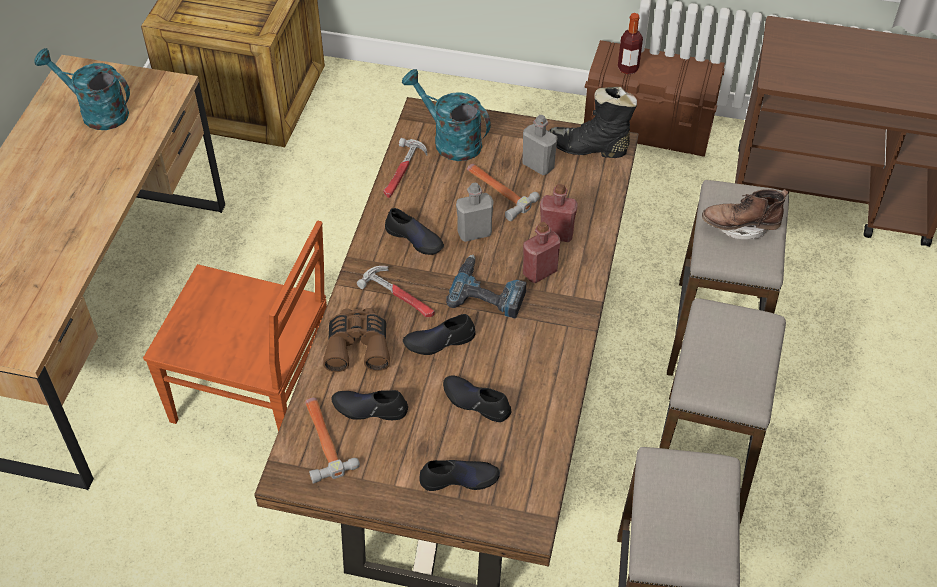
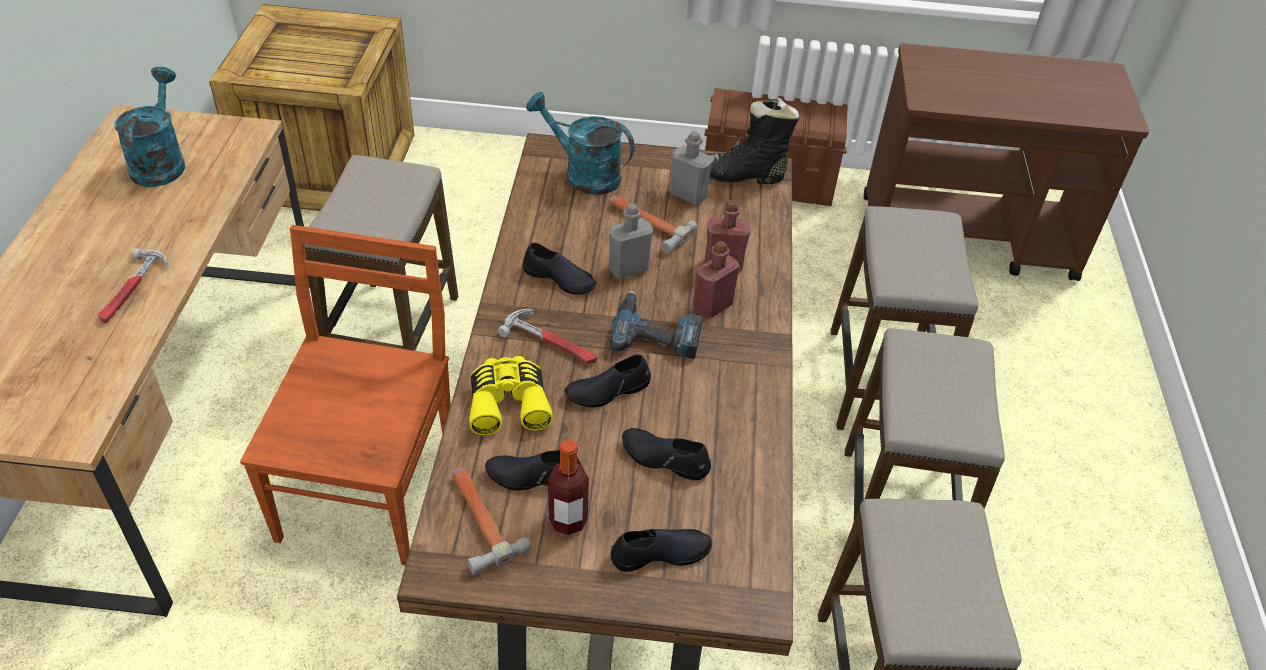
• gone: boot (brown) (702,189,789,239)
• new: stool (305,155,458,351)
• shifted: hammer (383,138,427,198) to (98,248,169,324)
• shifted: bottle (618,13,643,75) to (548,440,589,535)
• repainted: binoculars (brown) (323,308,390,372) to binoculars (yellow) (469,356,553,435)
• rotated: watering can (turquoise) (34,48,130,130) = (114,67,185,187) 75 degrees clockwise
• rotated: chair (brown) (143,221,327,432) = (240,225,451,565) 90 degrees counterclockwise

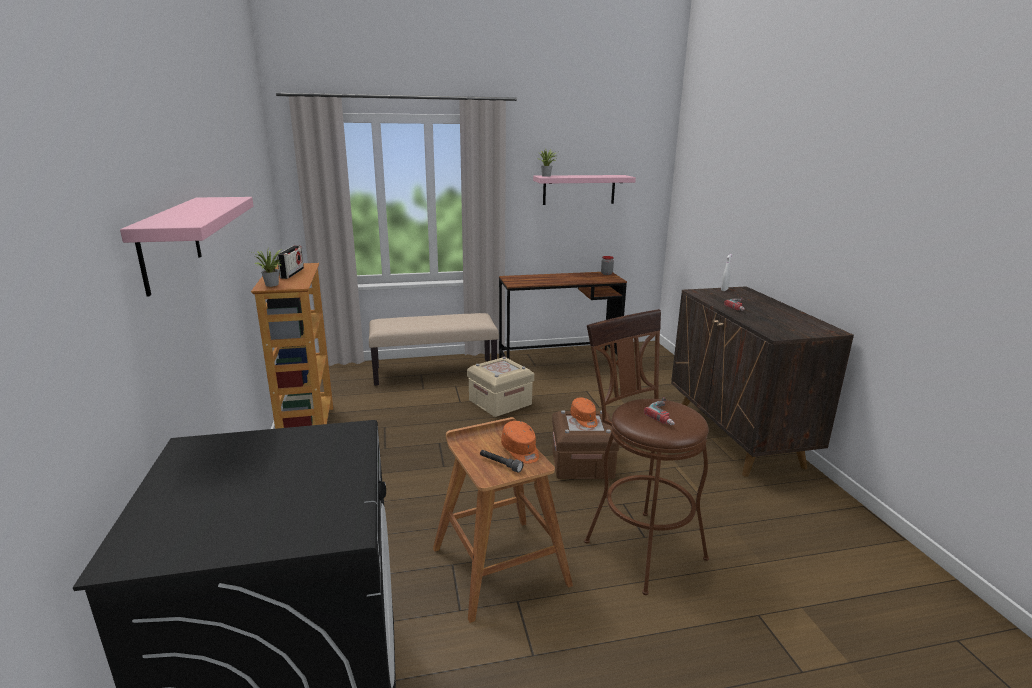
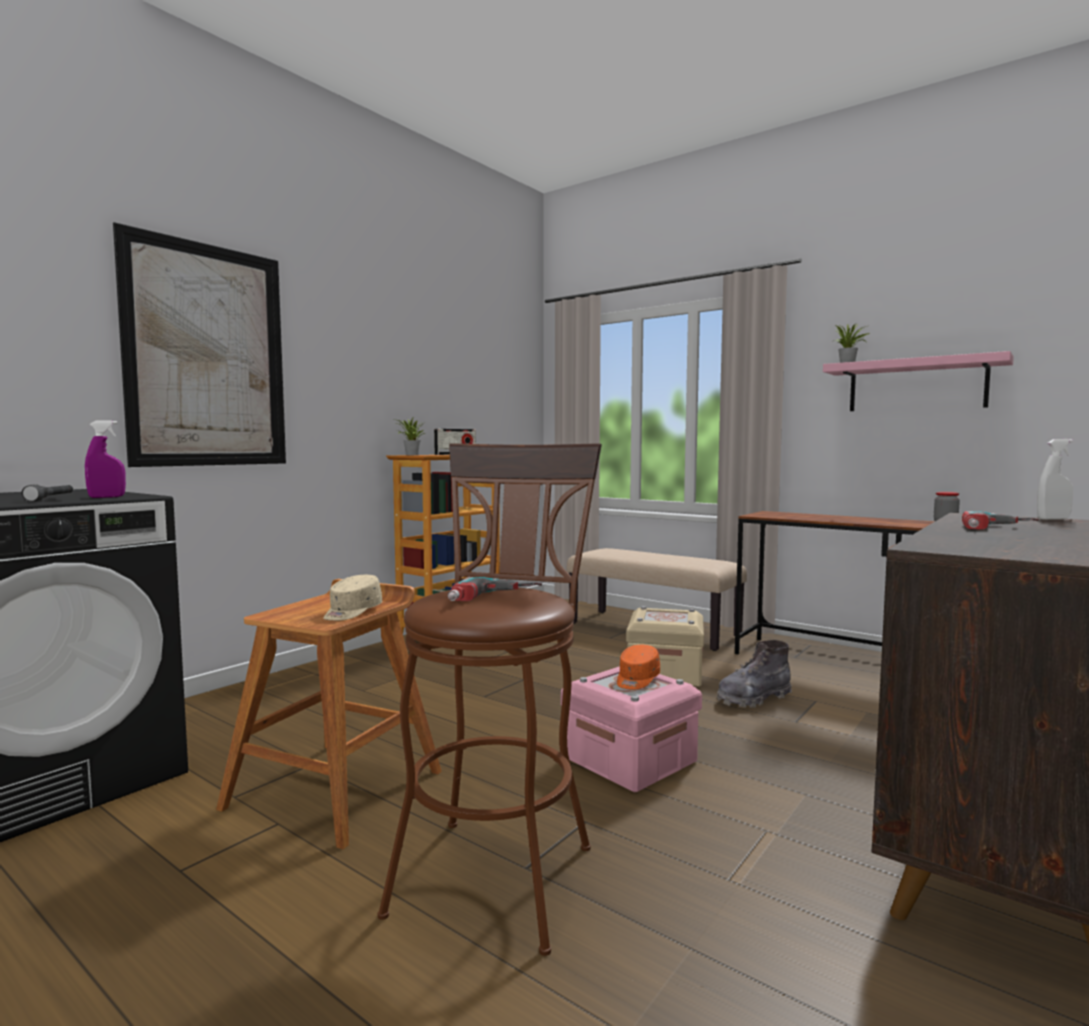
• new: spray bottle (purple) (85,420,126,498)
• new: boot (grey) (717,640,792,708)
• shifted: flashlight (grey) (480,450,523,473) to (22,484,73,501)
• swapped: shelf (pink) (120,197,253,296) to picture (113,222,286,467)
• repainted: cap (orange) (501,421,539,463) to cap (beige) (323,575,382,621)
• repainted: storage box (brown) (552,410,620,479) to storage box (pink) (561,666,702,793)

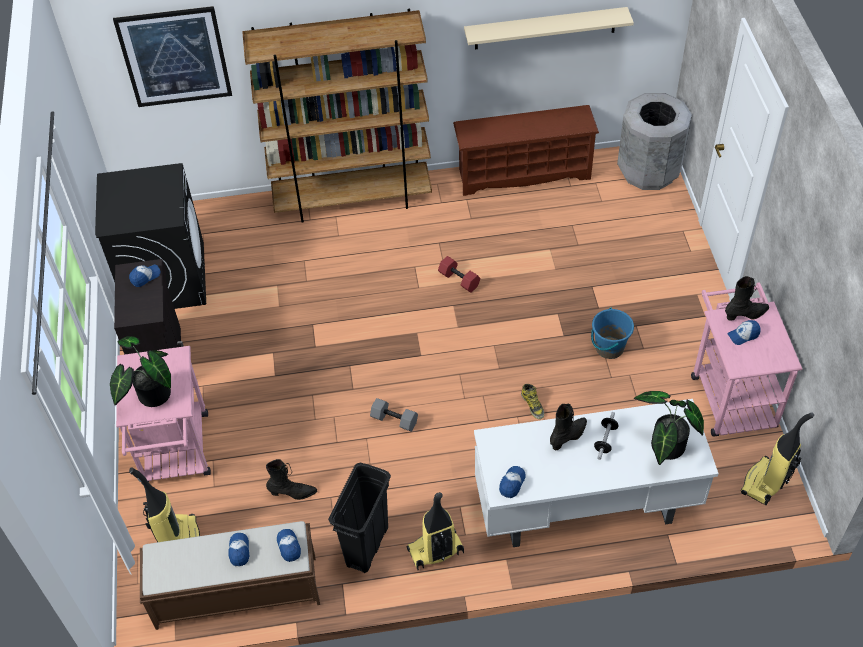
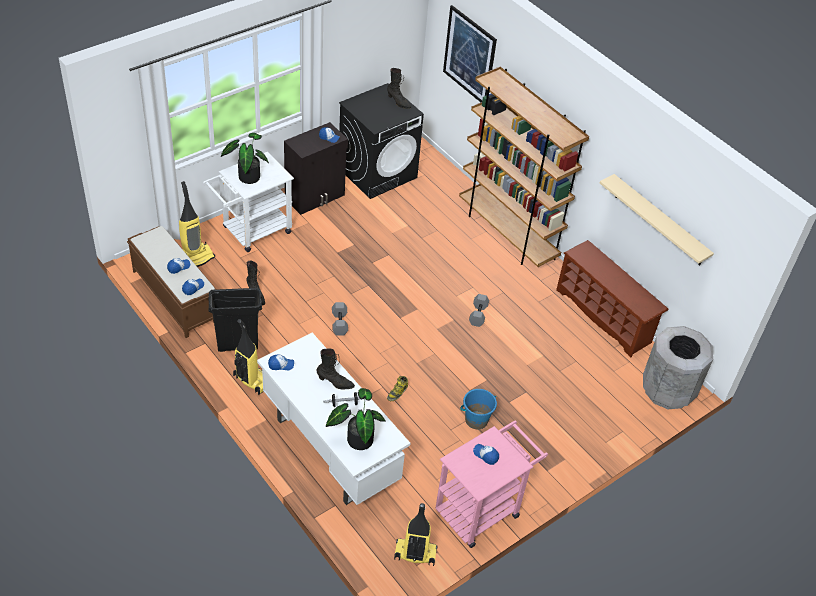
• shifted: boot (black) (725,276,769,321) to (387,68,411,109)
• repainted: cart (pink) (116,346,211,484) to cart (white) (203,152,294,252)
• repainted: dumbbell (red) (438,256,480,293) to dumbbell (grey) (469,294,489,327)

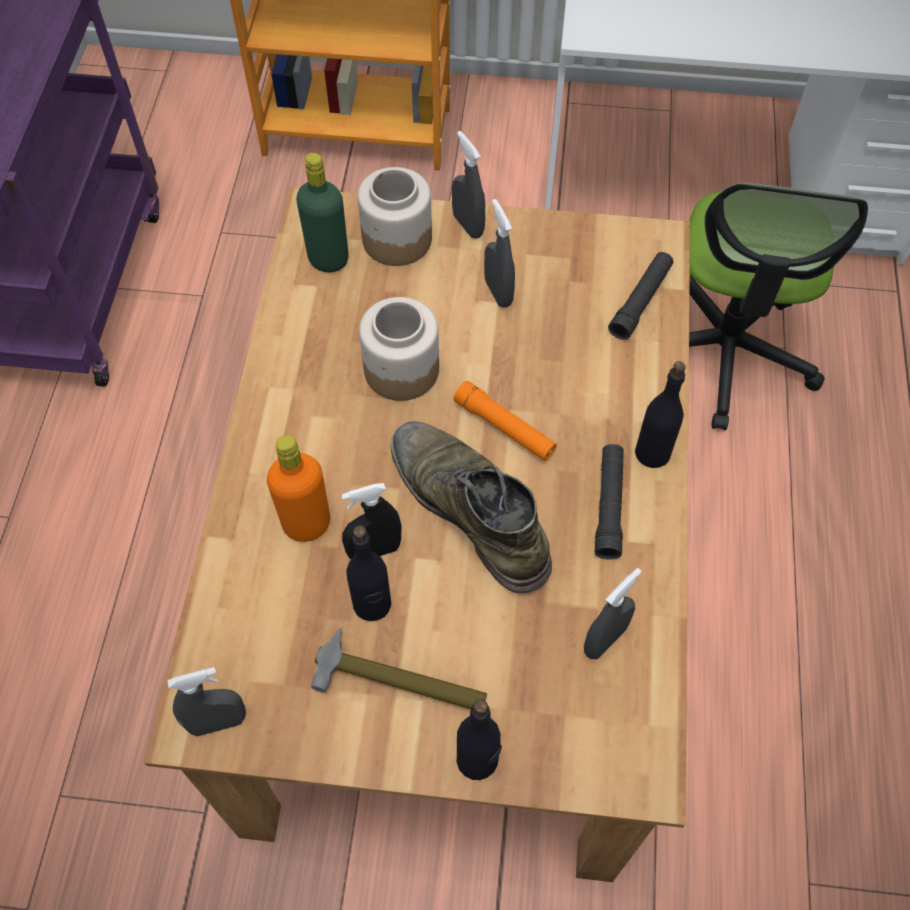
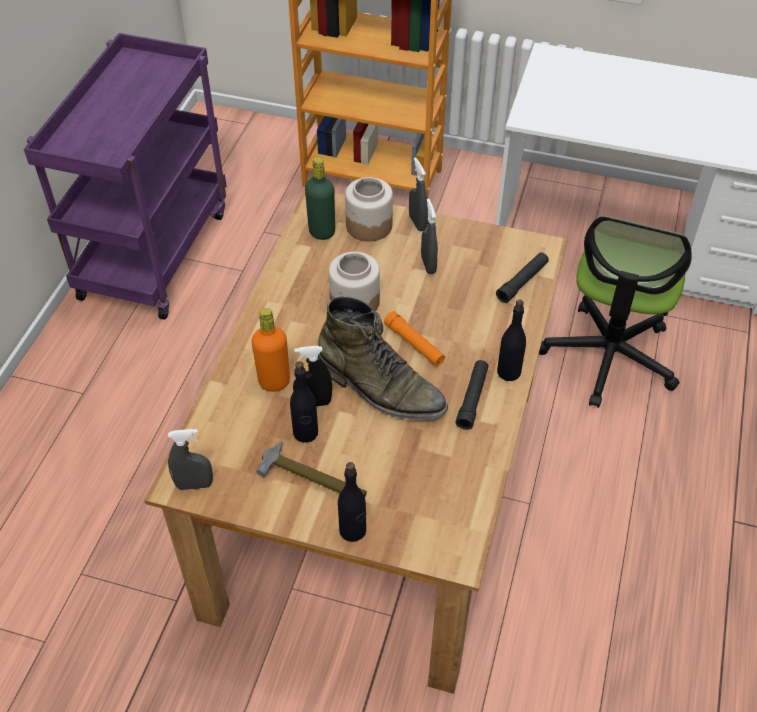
• gone: spray bottle (grey) (584,568,642,659)
• rotated: boot (green) (390,422,552,594) = (318,297,448,420) 150 degrees clockwise

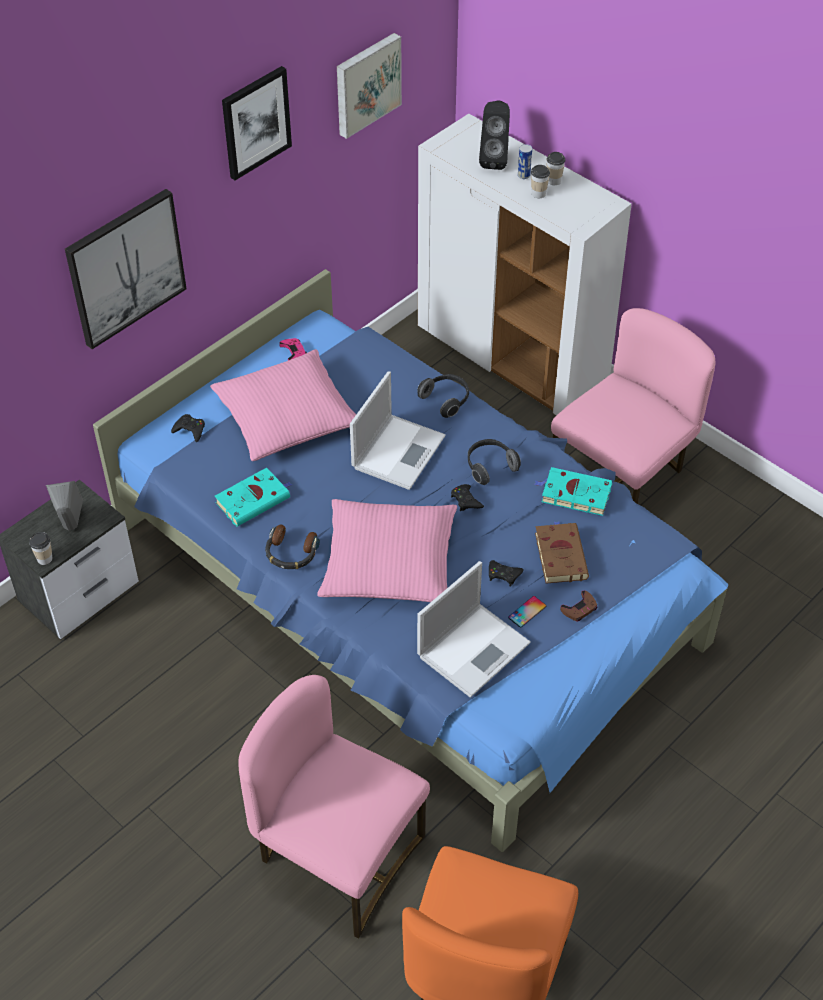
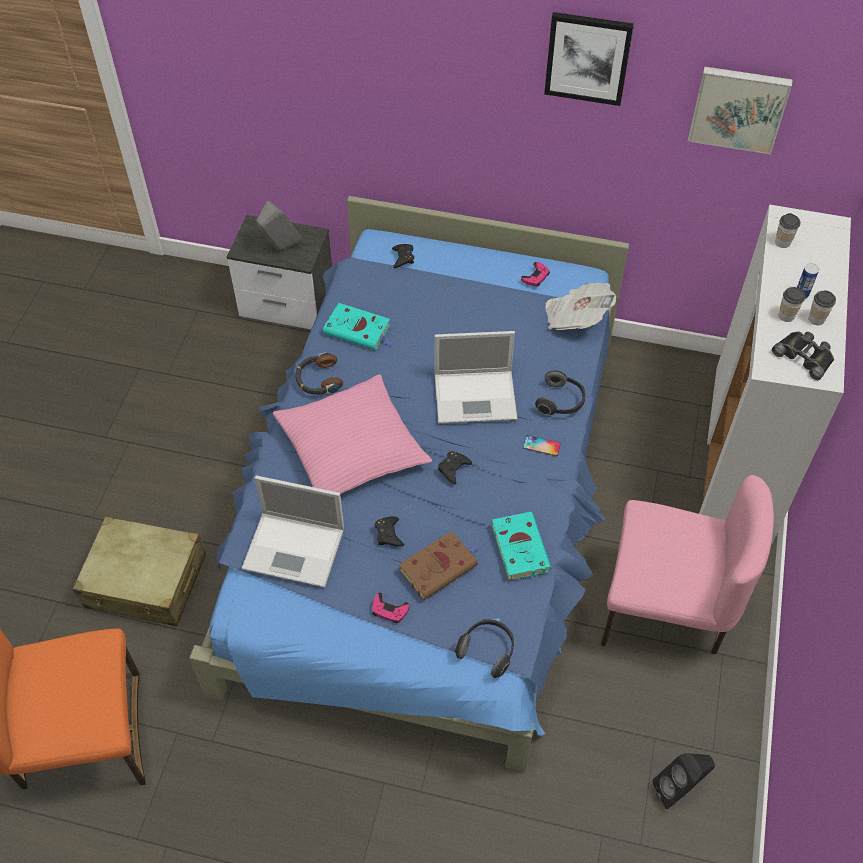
• gone: picture (65,189,187,349)
• gone: pillow (pink) (210,349,356,461)
• new: newspaper (545,283,616,330)
• new: binoculars (black) (772,331,834,380)
• shifted: cup (29,532,53,565) to (775,213,801,248)
• shifted: headphones (468,439,521,485) to (455,619,514,678)
• shifted: speaker (black) (479,101,510,170) to (653,753,715,809)
• shifted: phone (508,596,546,628) to (523,435,561,456)
• swapped: chair (pink) (238,675,430,938) to suitcase (beige) (73,517,206,626)
• repainted: game controller (brown) (560,590,598,622) to game controller (pink) (372,592,409,623)

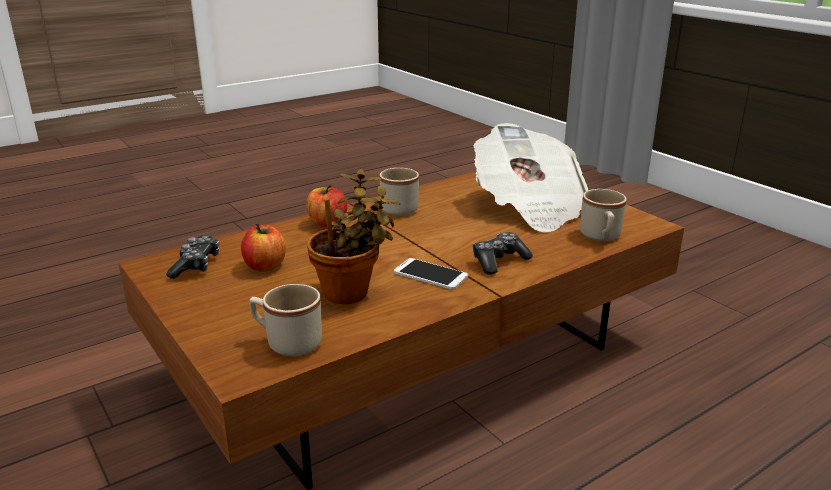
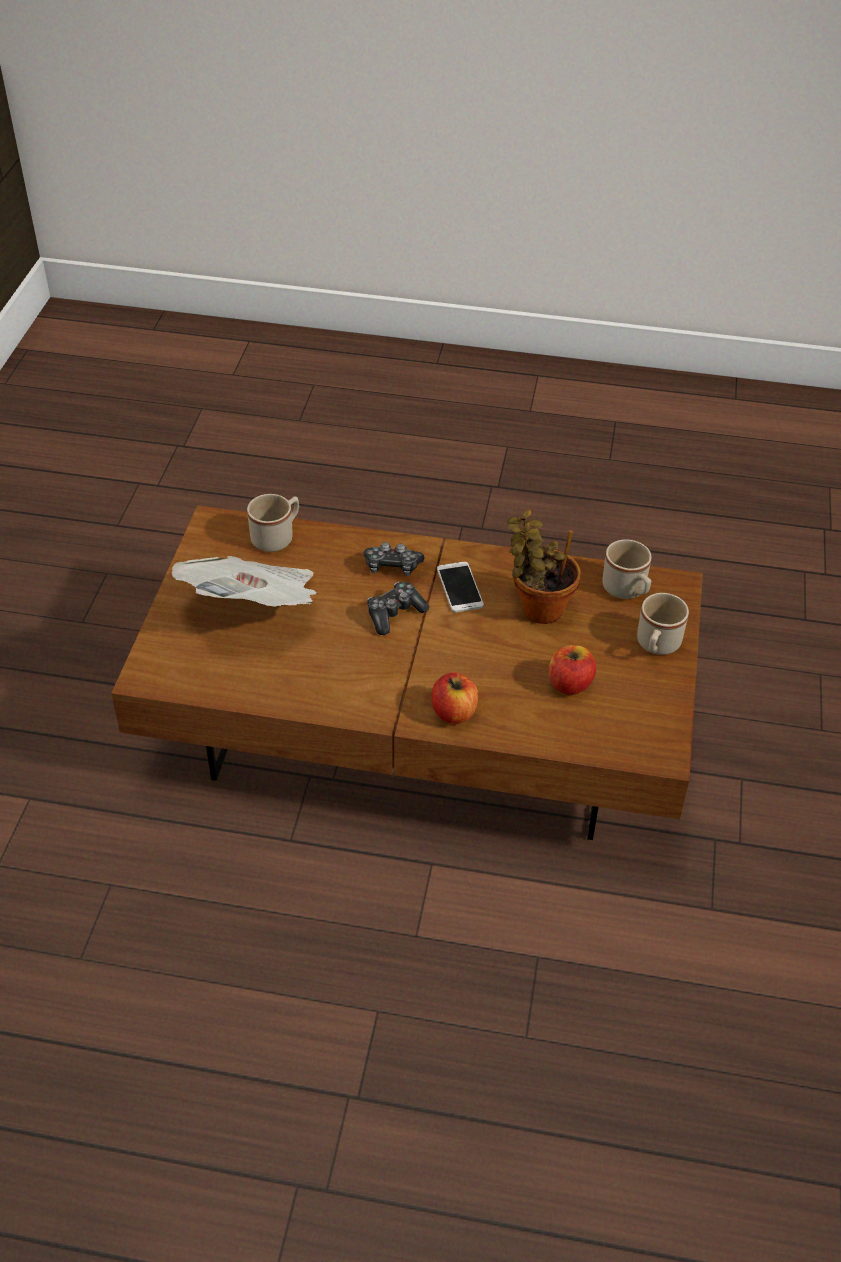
• shifted: game controller (166,235,219,279) to (367,582,429,635)
• shifted: mug (beige) (380,168,419,216) to (637,593,689,655)

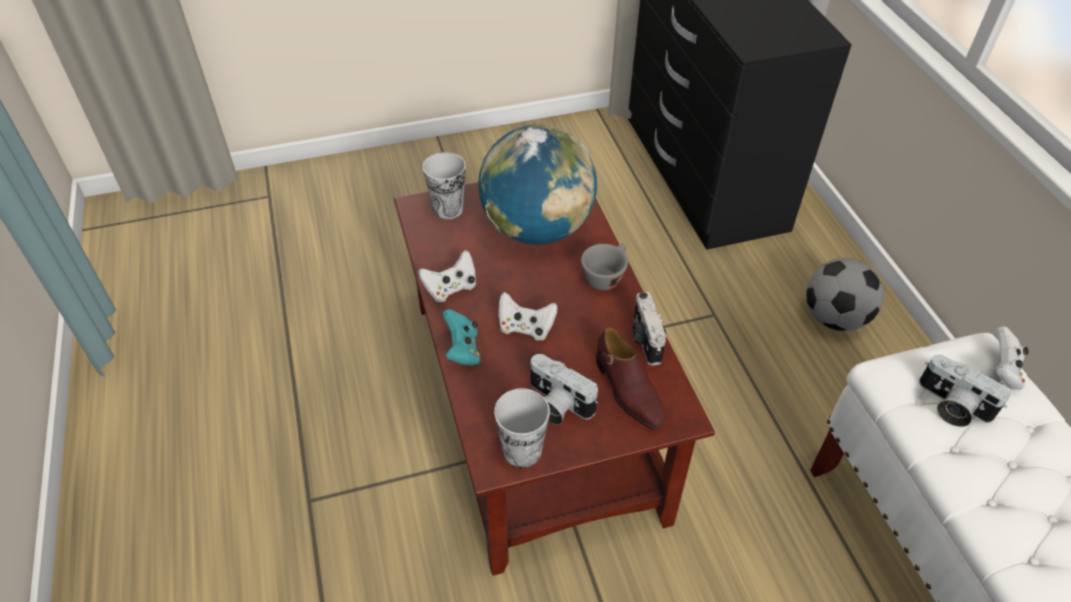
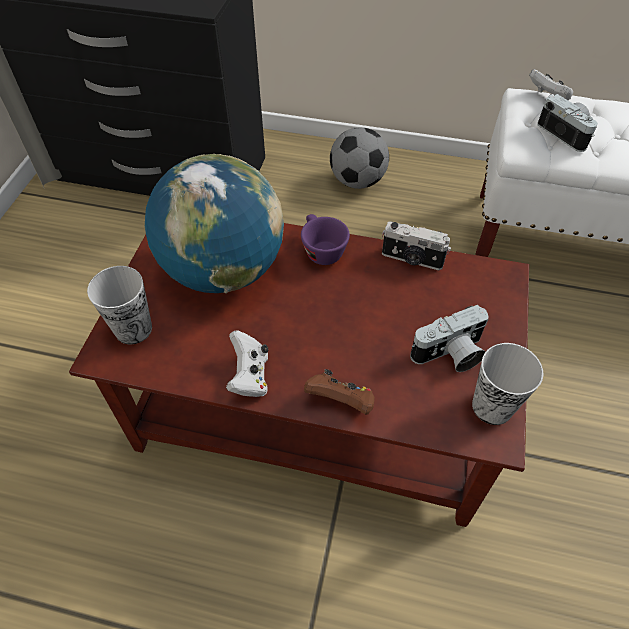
• gone: game controller (white) (498,292,558,341)
• gone: shoe (brown) (596,327,664,430)
• repainted: game controller (turquoise) (442,309,480,366) to game controller (brown) (304,369,375,414)
• repainted: cup (grey) (581,243,628,290) to cup (purple) (301,214,350,265)
• rotated: photo camera (919,354,1010,427) = (537,94,598,152) 105 degrees counterclockwise

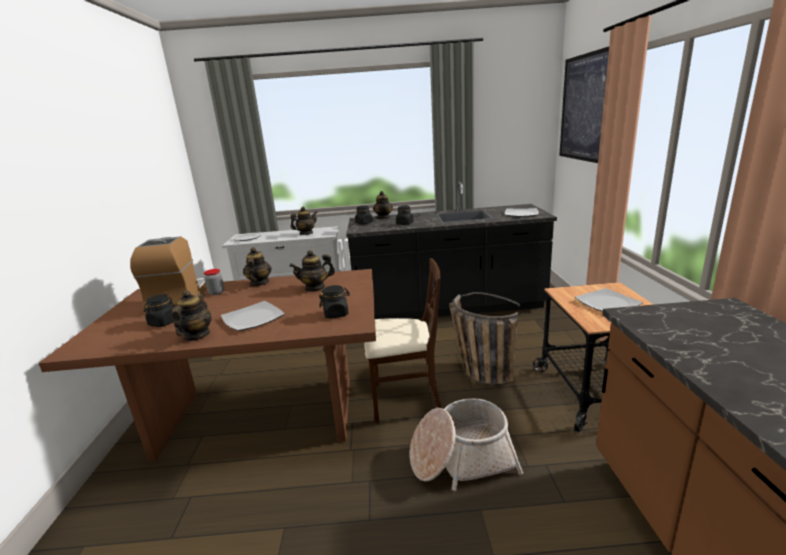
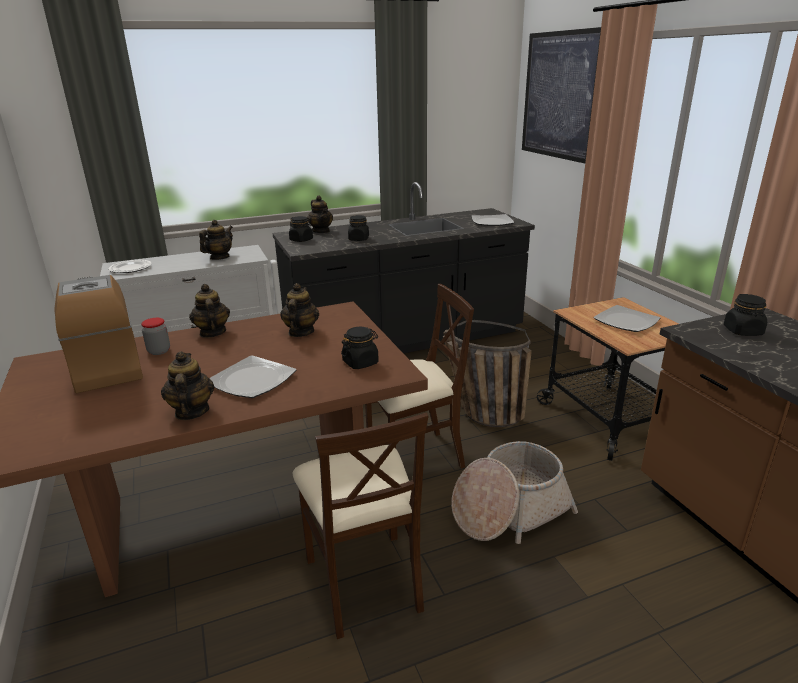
• new: chair (beige) (293,413,428,639)
• shifted: jar (black) (144,294,175,327) to (724,294,767,336)
• rotated: teapot (290,250,335,292) = (280,283,319,337) 135 degrees clockwise

